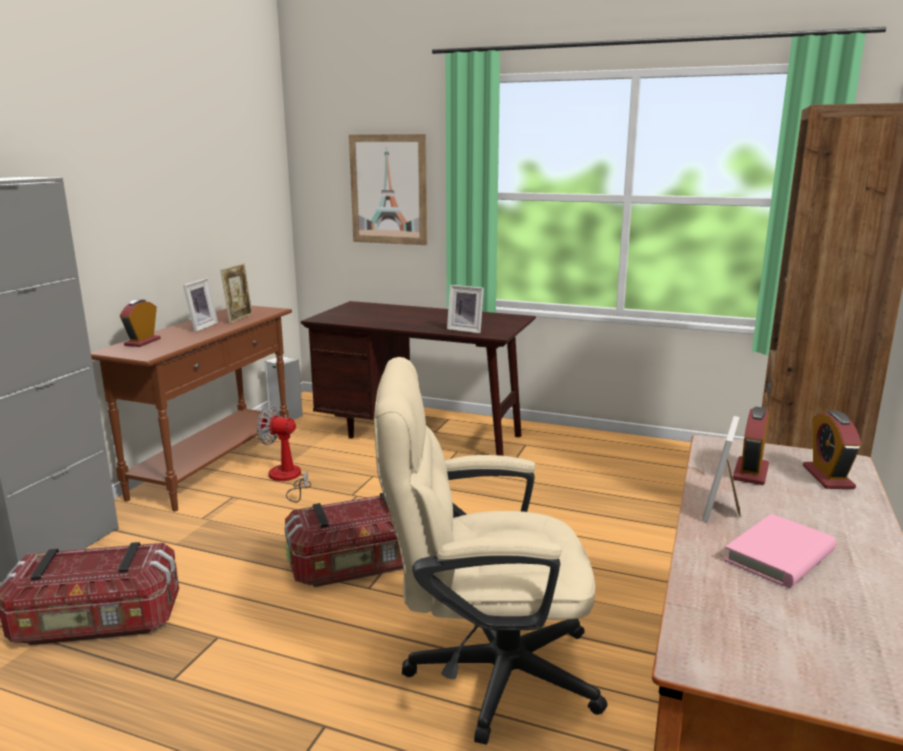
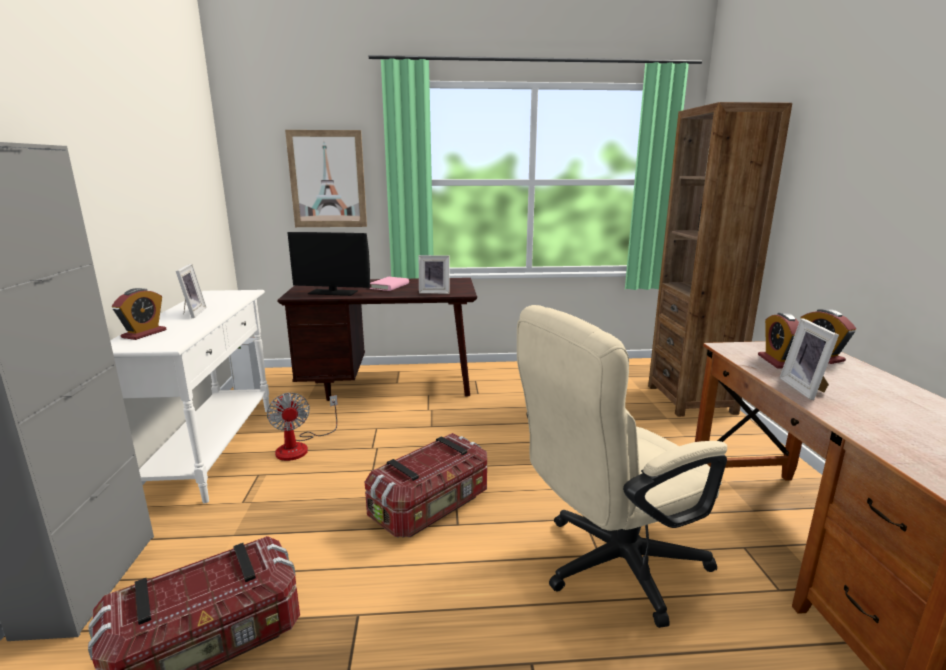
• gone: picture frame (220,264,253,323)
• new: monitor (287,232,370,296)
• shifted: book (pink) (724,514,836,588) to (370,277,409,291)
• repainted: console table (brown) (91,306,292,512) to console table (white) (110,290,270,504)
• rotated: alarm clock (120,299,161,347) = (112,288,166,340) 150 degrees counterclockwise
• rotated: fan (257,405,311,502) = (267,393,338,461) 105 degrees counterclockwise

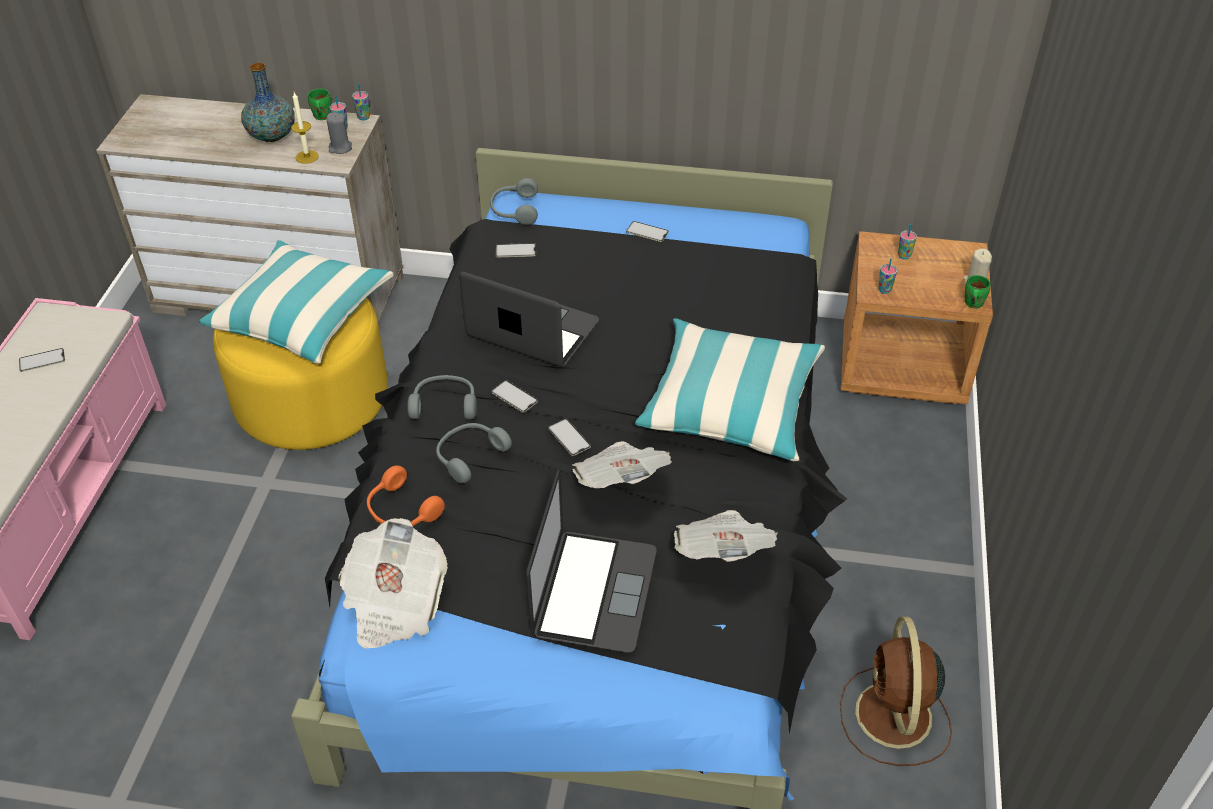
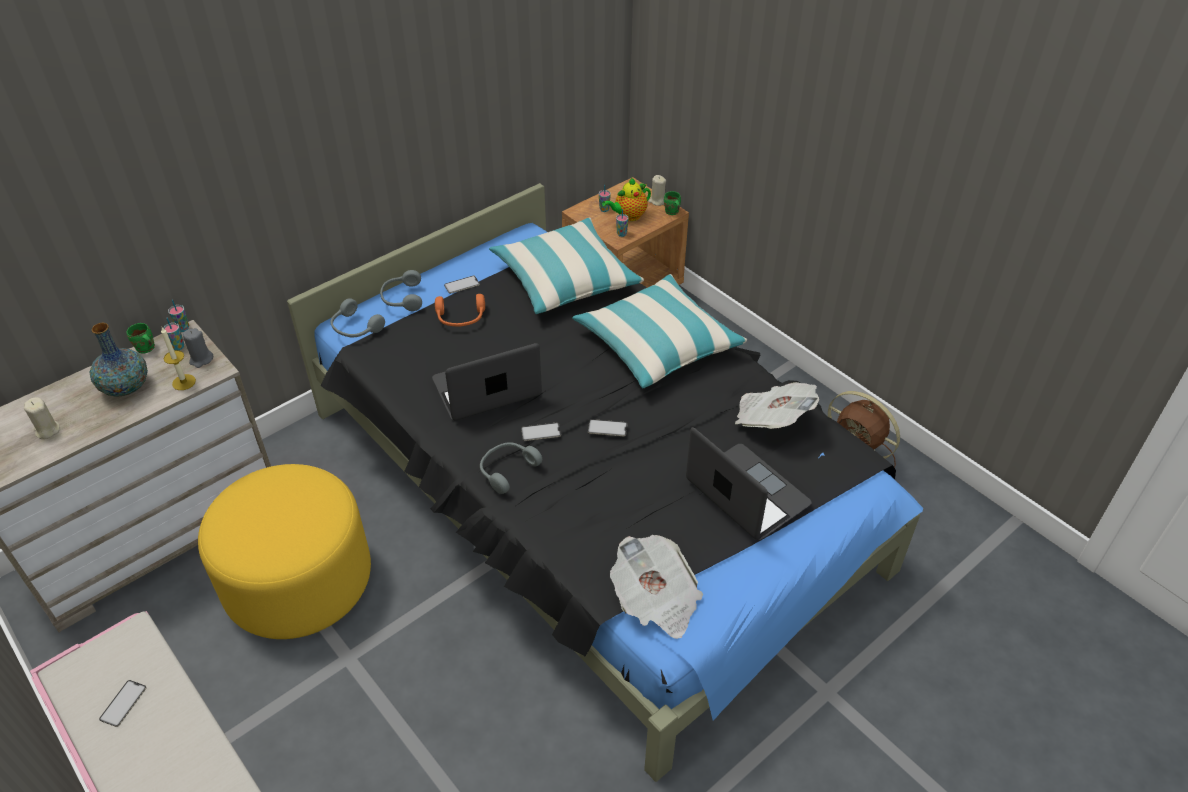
• gone: phone (496,243,536,257)
• gone: newspaper (572,441,672,488)
• new: candle (beige) (24,397,60,439)
• new: teapot (602,178,651,221)
• shifted: pillow (199,240,394,364) to (489,218,644,314)
• shifted: headphones (orange) (367,465,445,526) to (435,294,485,327)
• shifted: headphones (grey) (436,423,512,483) to (380,270,422,311)

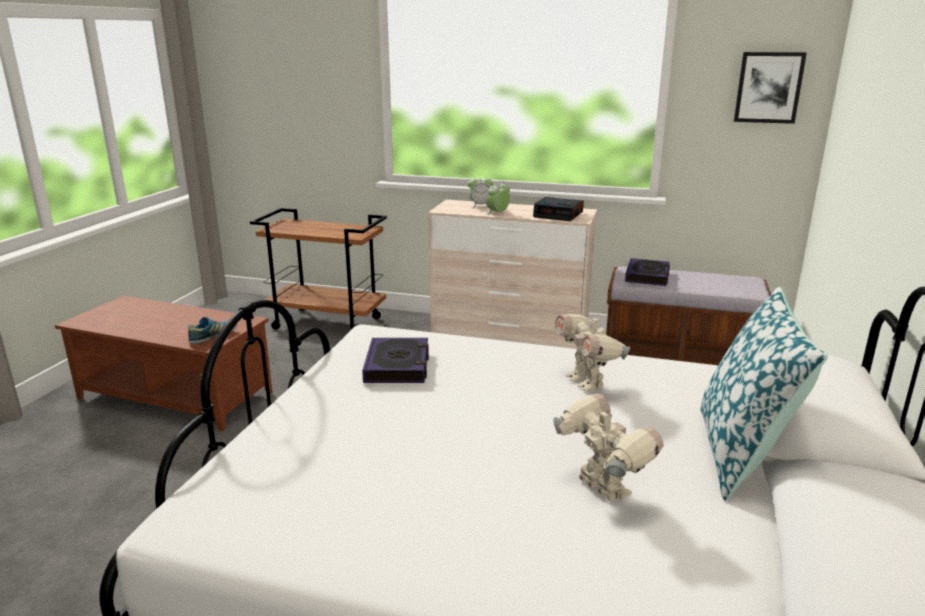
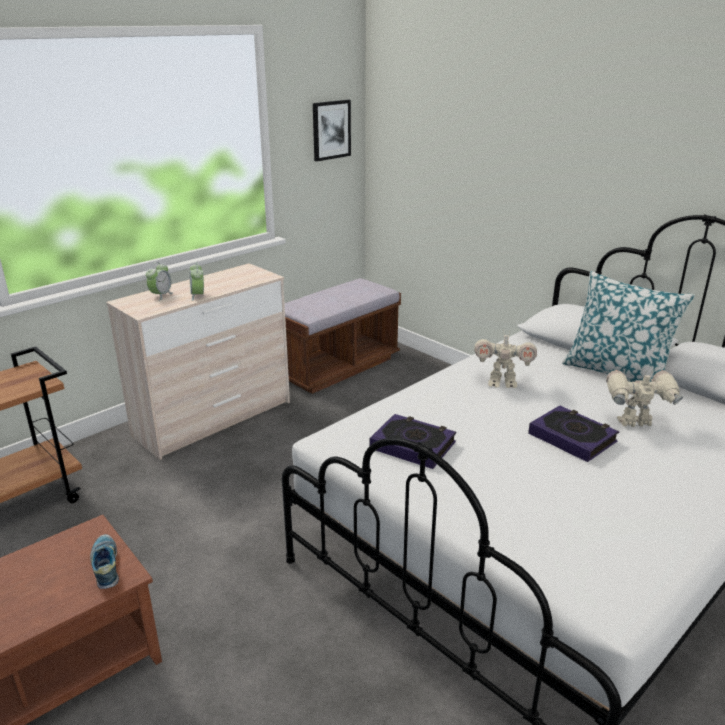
• gone: alarm clock (533,197,584,221)
• shifted: book (625,258,670,286) to (528,405,619,462)

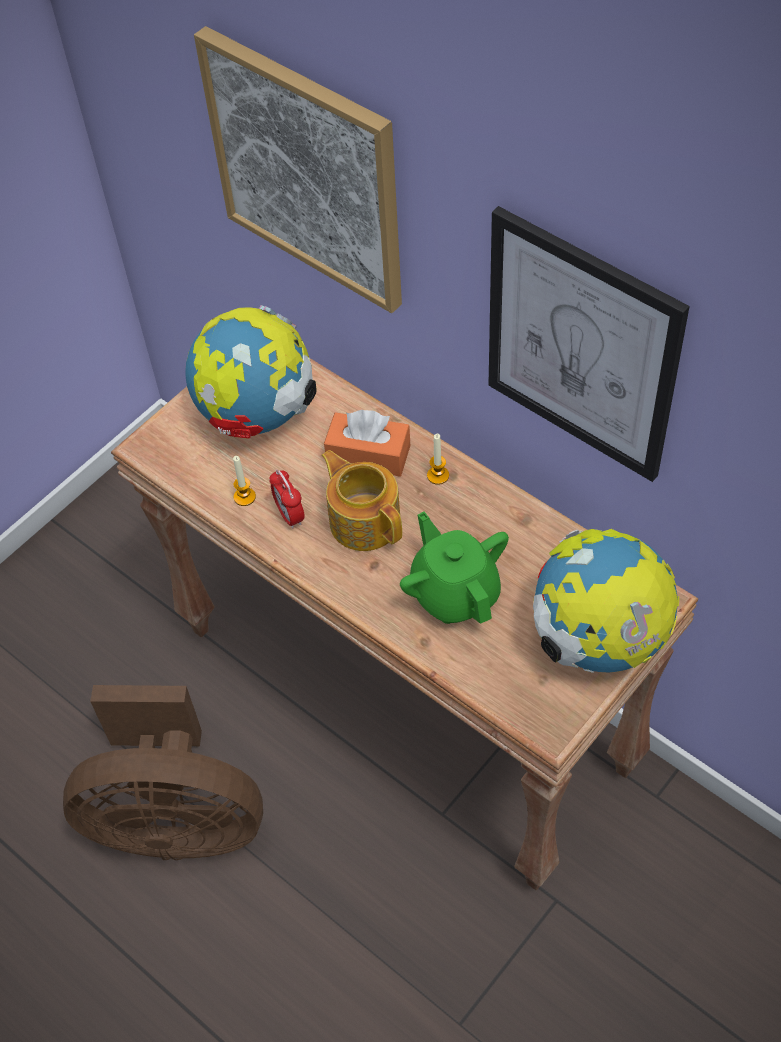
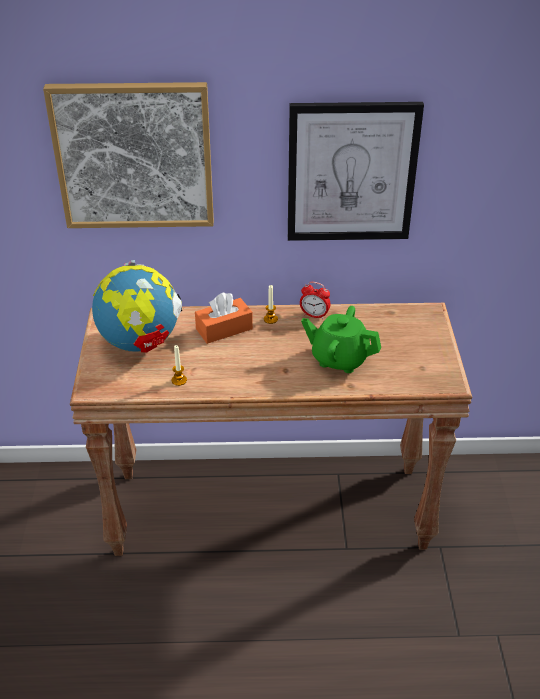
• gone: fan (brown) (63,685,263,860)
• gone: teapot (321,450,402,551)
• gone: globe (533,529,679,673)
• shifted: alarm clock (269,469,305,529) to (300,282,330,319)

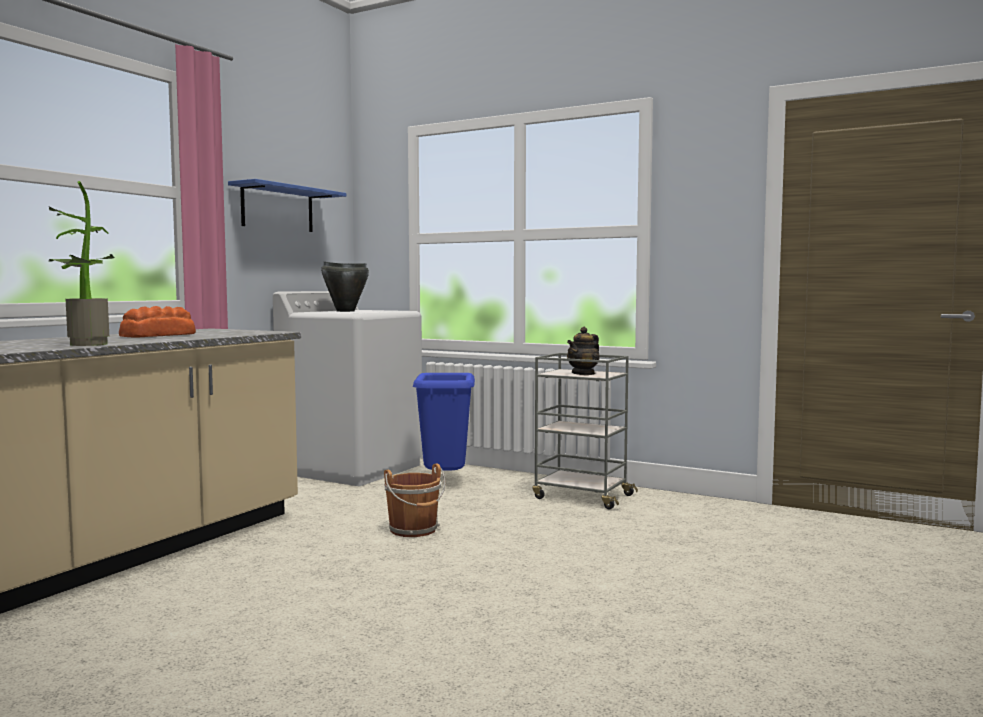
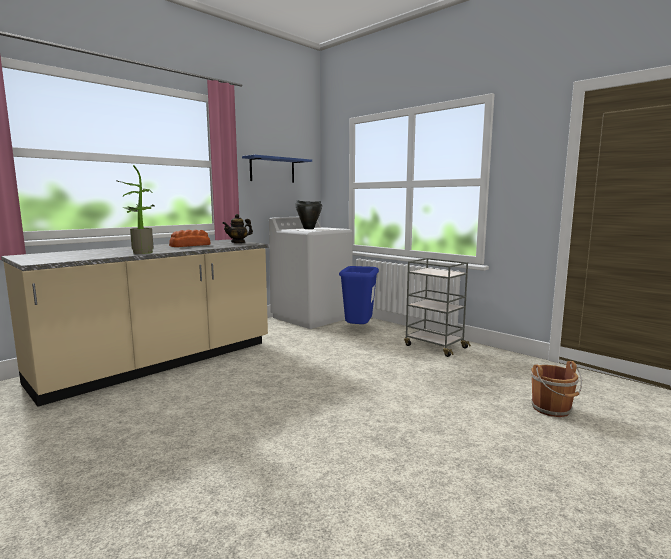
• shifted: bucket (brown) (384,463,445,537) to (531,361,582,417)
• shifted: teapot (567,327,600,375) to (222,214,253,243)

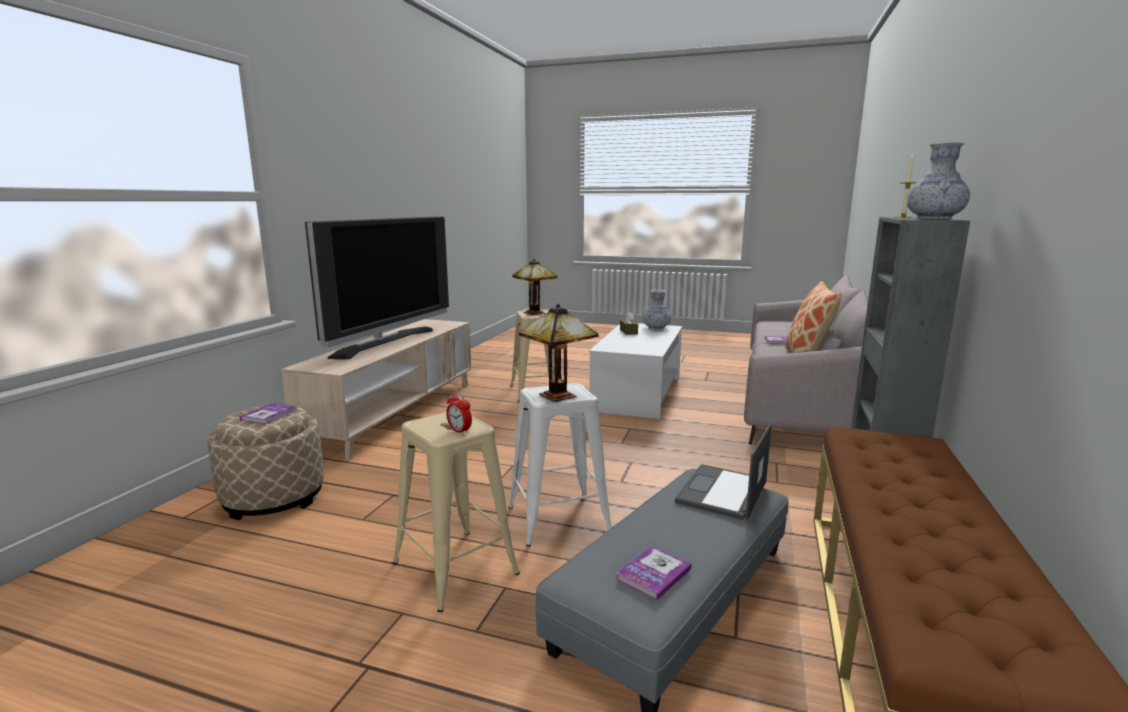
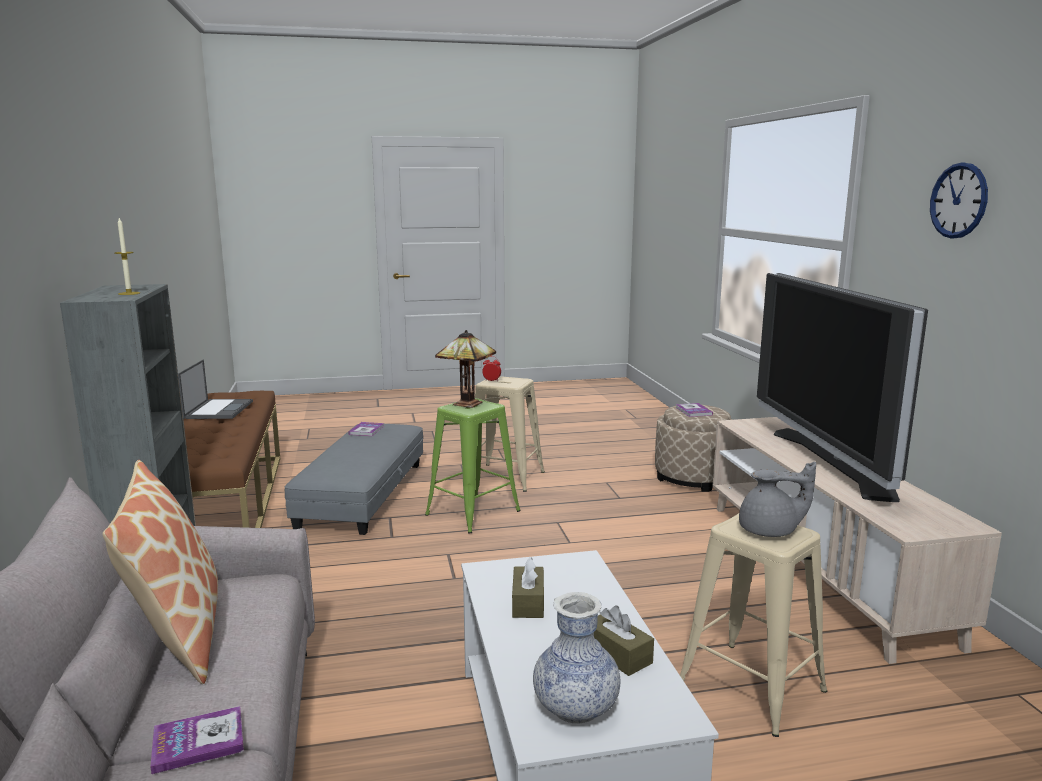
• gone: vase (907,142,970,219)
• new: tissue box (brown) (512,557,544,618)
• new: wall clock (930,162,988,239)
• shifted: laptop (675,423,772,521) to (178,360,253,419)
• swapped: table lamp (512,259,557,315) to teapot (grey) (739,462,816,537)
• repainted: stool (white) (508,383,612,547) to stool (green) (425,398,521,533)

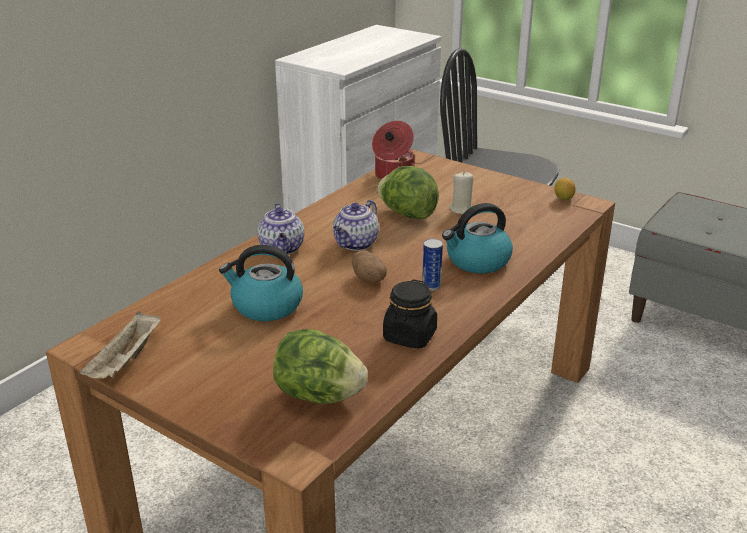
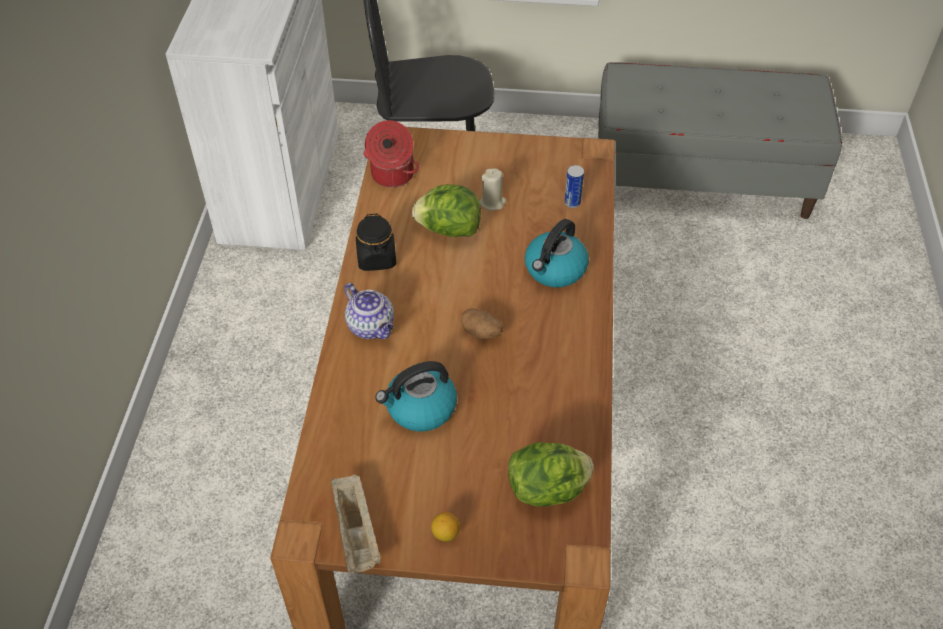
• gone: teapot (333,200,379,251)
• shifted: jar (black) (383,279,437,349) to (356,213,396,271)
• shifted: can (422,239,443,291) to (564,165,584,208)
• shifted: lemon (554,178,576,200) to (431,512,460,541)

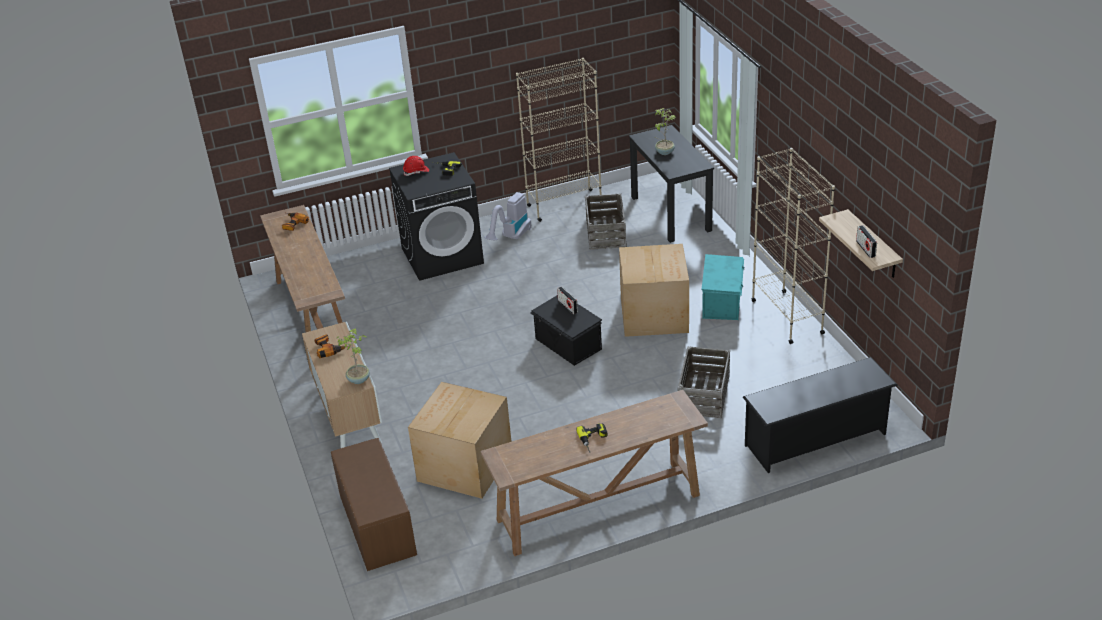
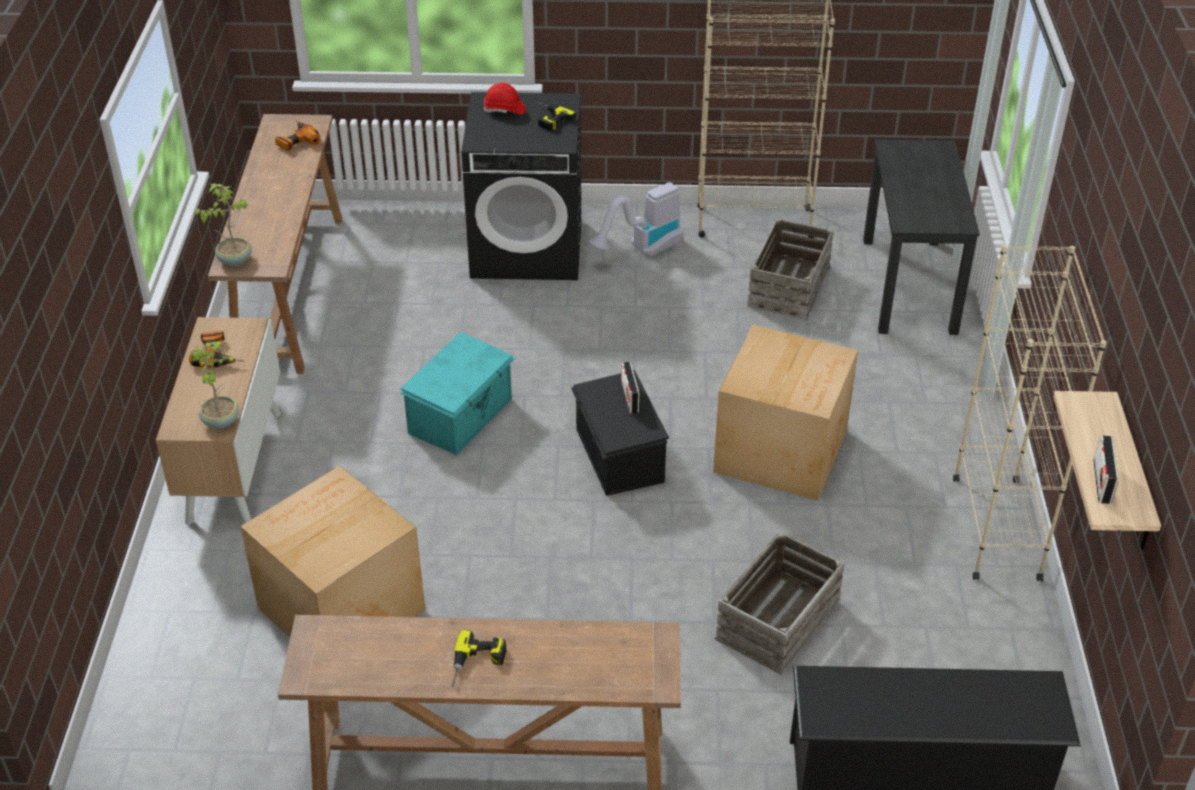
• gone: bench (brown) (331,438,417,571)
• shifted: potted plant (654,108,676,155) to (195,183,252,266)
• shifted: storage box (turquoise) (702,254,744,320) to (400,332,516,455)

